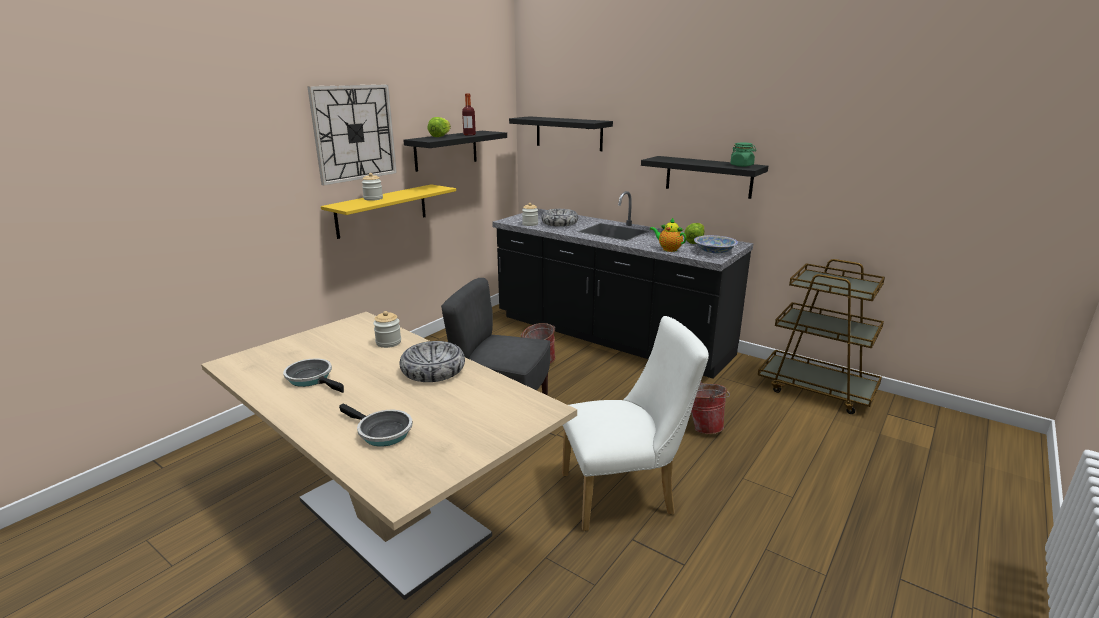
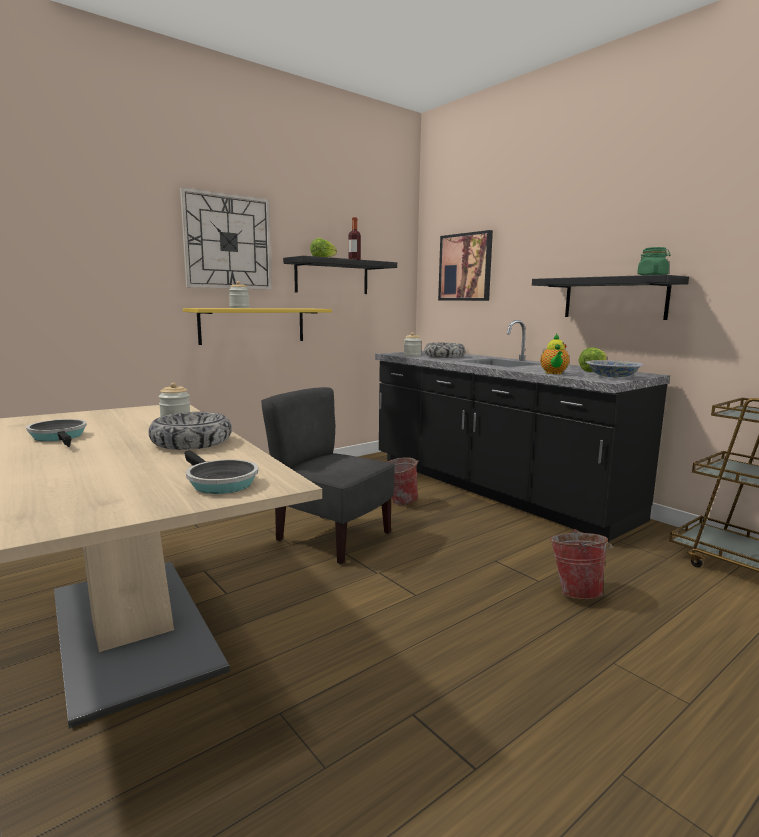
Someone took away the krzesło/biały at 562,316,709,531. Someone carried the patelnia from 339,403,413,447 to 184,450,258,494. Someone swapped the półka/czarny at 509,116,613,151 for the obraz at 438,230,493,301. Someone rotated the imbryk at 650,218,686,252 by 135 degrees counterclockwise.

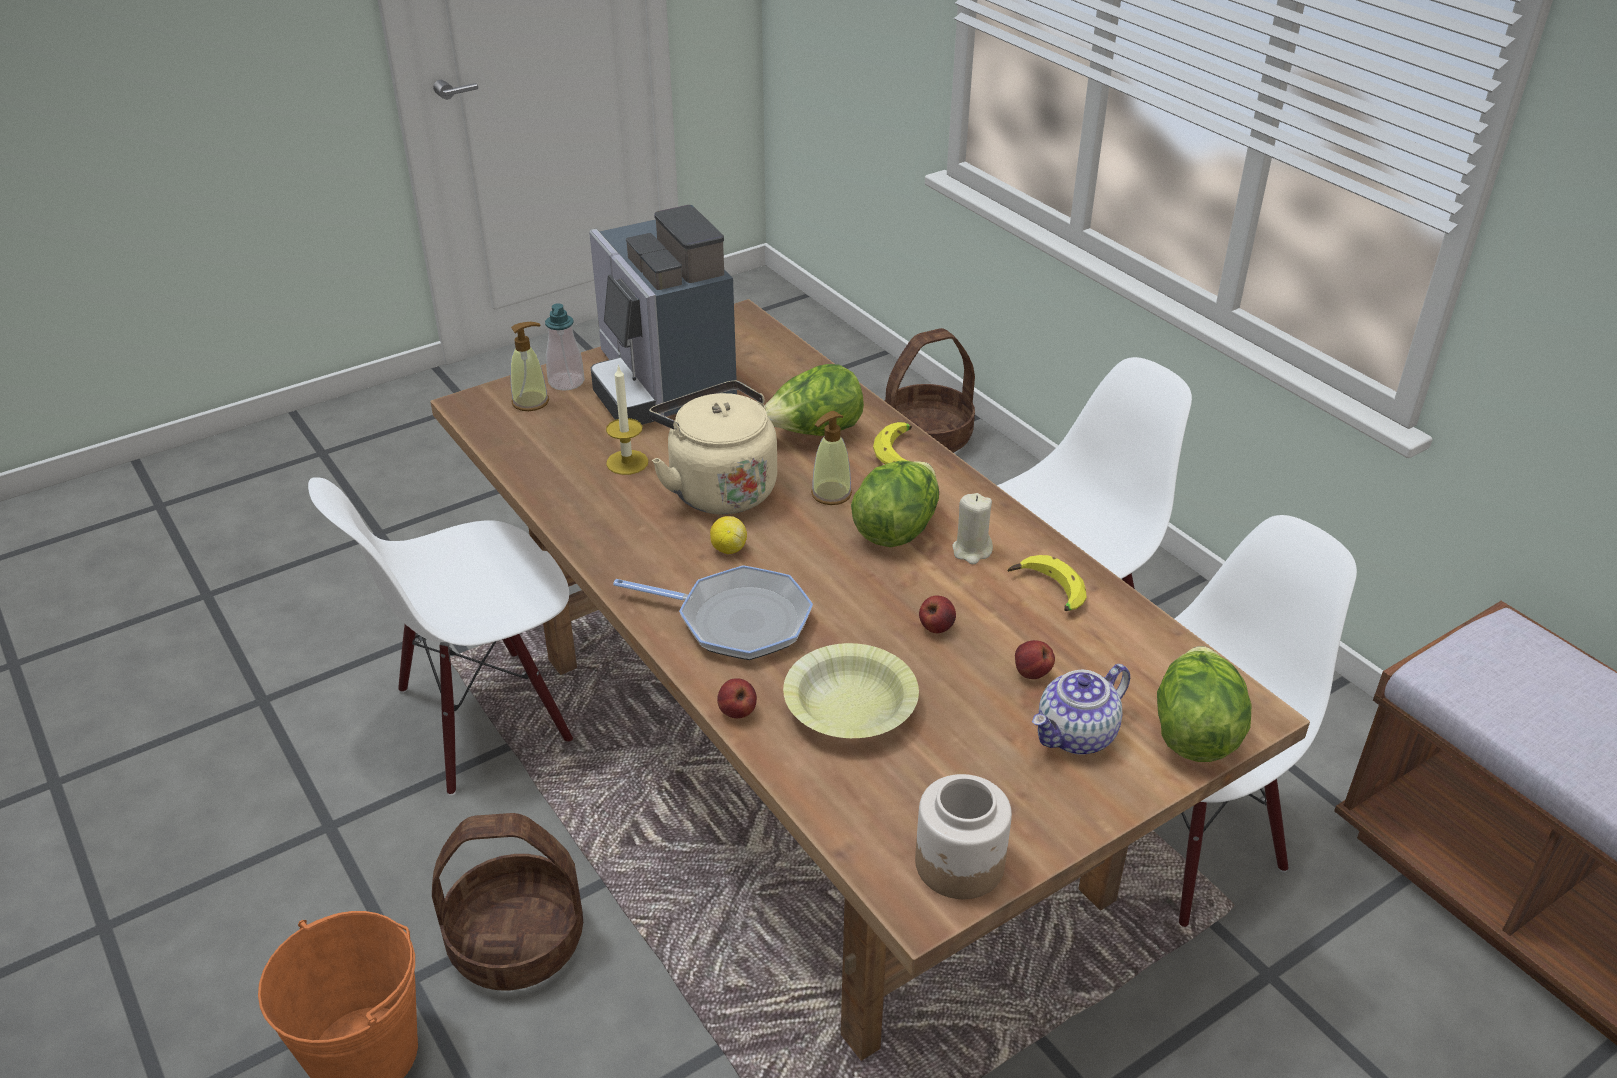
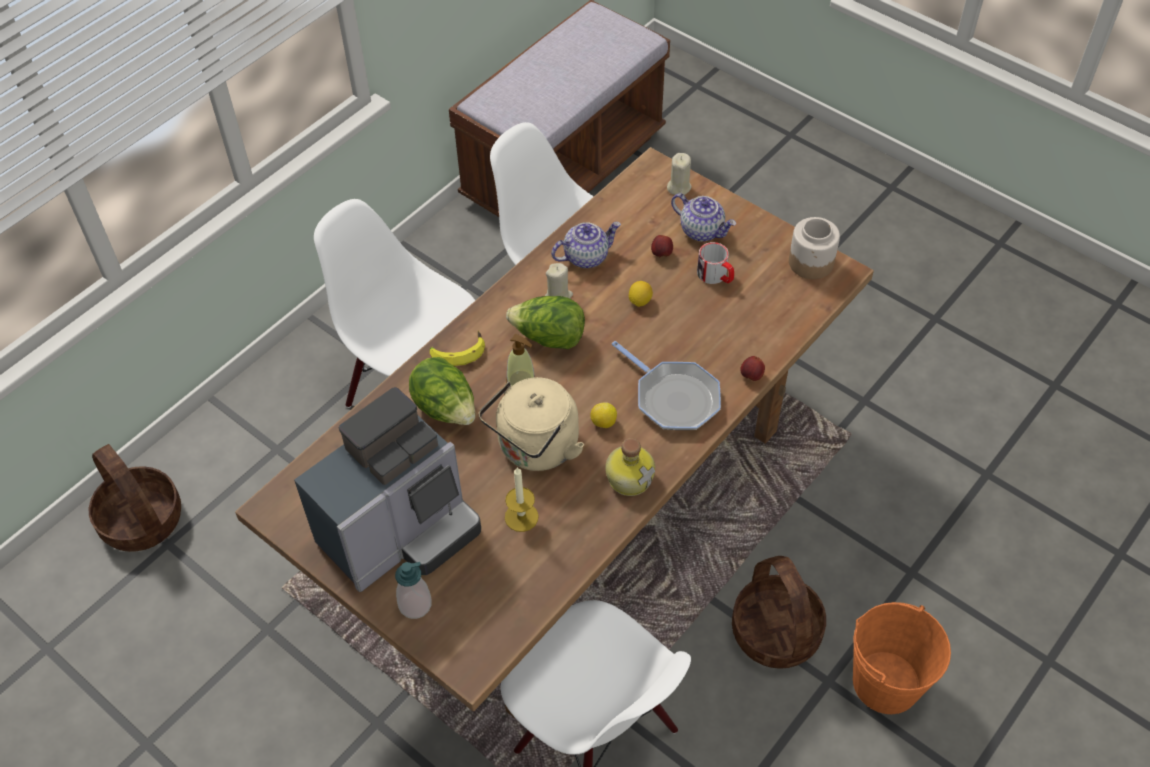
Someone took away the dozownik mydła at 510,322,549,411. Someone took away the miska/żółty at 783,643,919,738. Someone put down the butelka at 605,438,655,496. Someone put down the kubek at 697,242,734,284. Someone swapped the jabłko at 919,596,956,633 for the cytryna at 629,281,653,307. Someone swapped the banan at 1008,555,1087,611 for the imbryk at 551,222,621,268. Someone swapped the sałata at 1157,646,1251,762 for the świeca/beżowy at 667,153,692,195. Someone rotated the patelnia at 613,565,813,660 by 135 degrees clockwise.

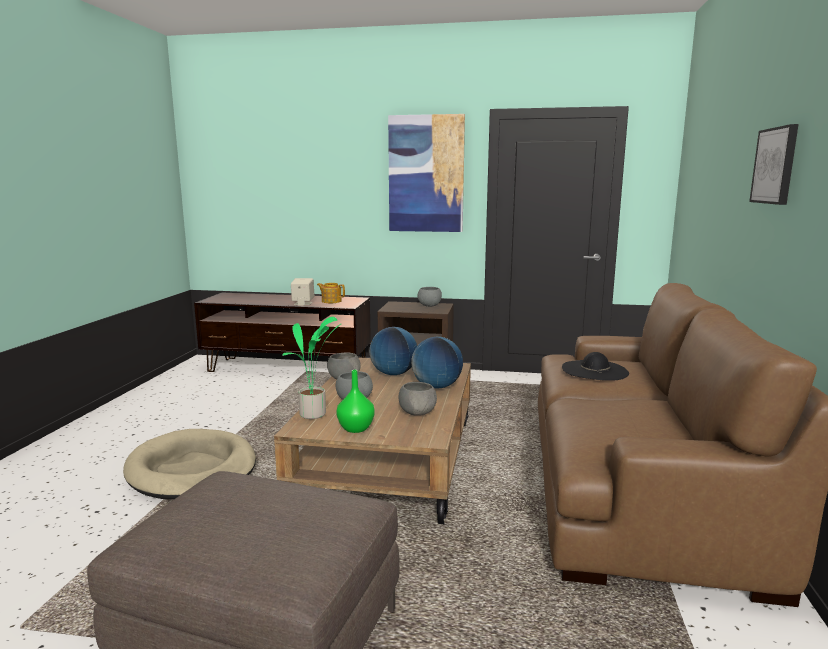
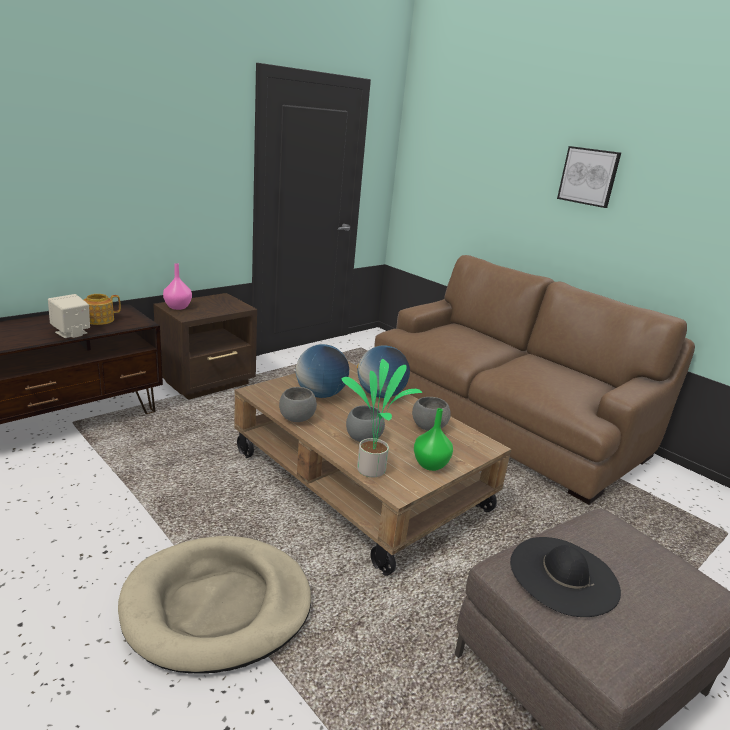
Someone took away the obraz at 388,114,465,232. Someone took away the miska/szary at 417,287,442,307. Someone put down the wazon/różowy at 163,263,192,310. Someone carried the kapelusz/czarny from 562,352,629,381 to 510,537,621,617.

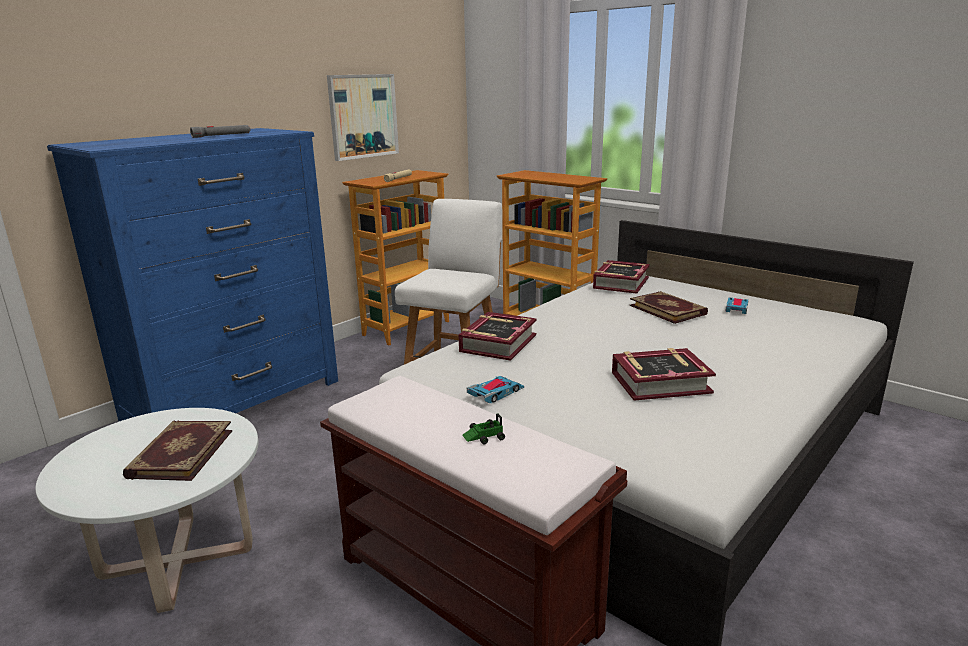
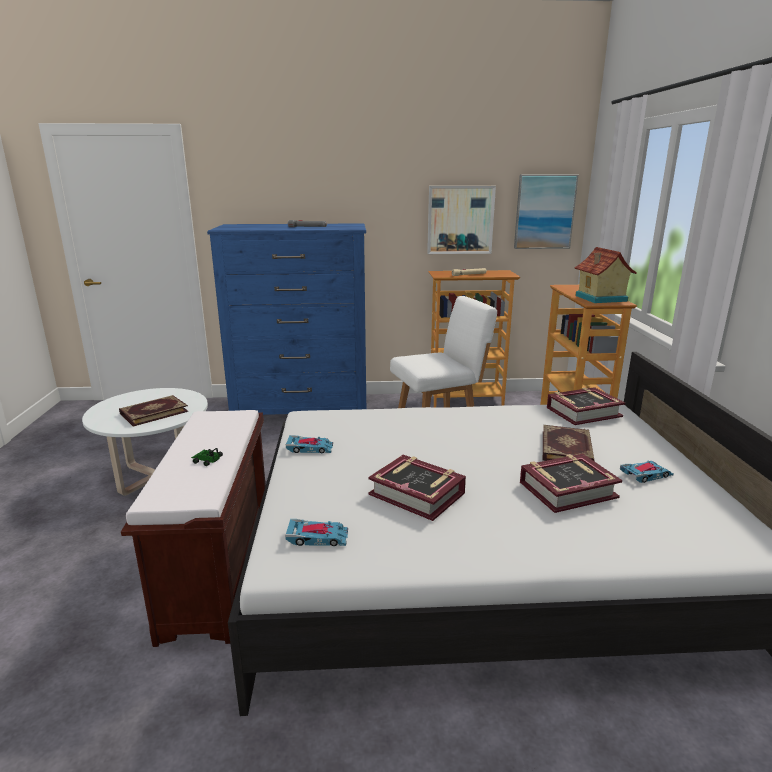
Someone put down the samochodzik at 285,519,348,546. Someone put up the obraz at 514,175,578,249. Someone put down the domek at 574,247,637,303. Someone carried the książka from 459,312,537,361 to 520,454,622,513.

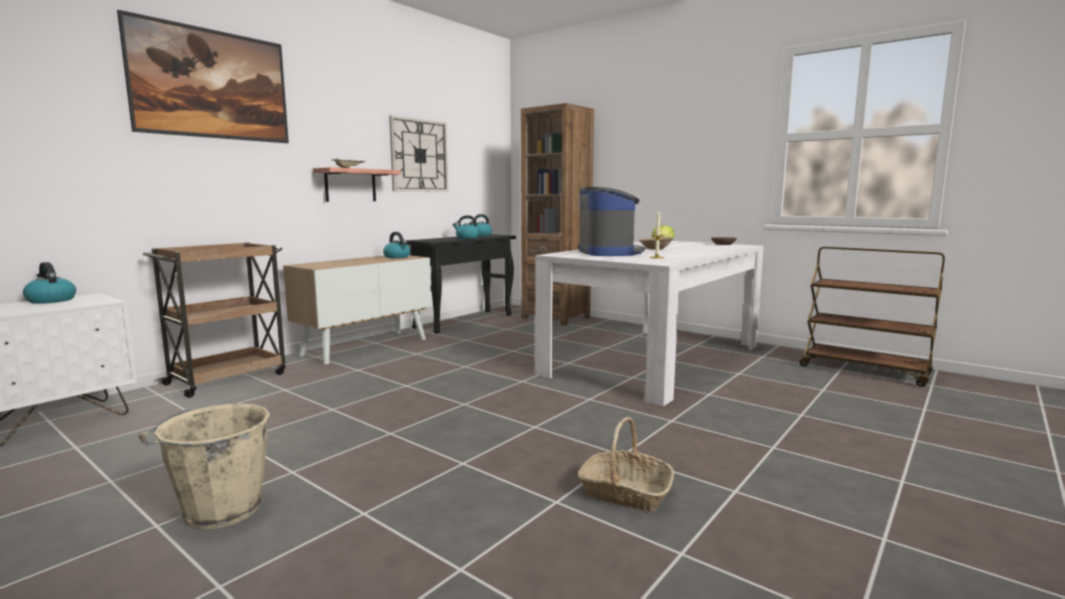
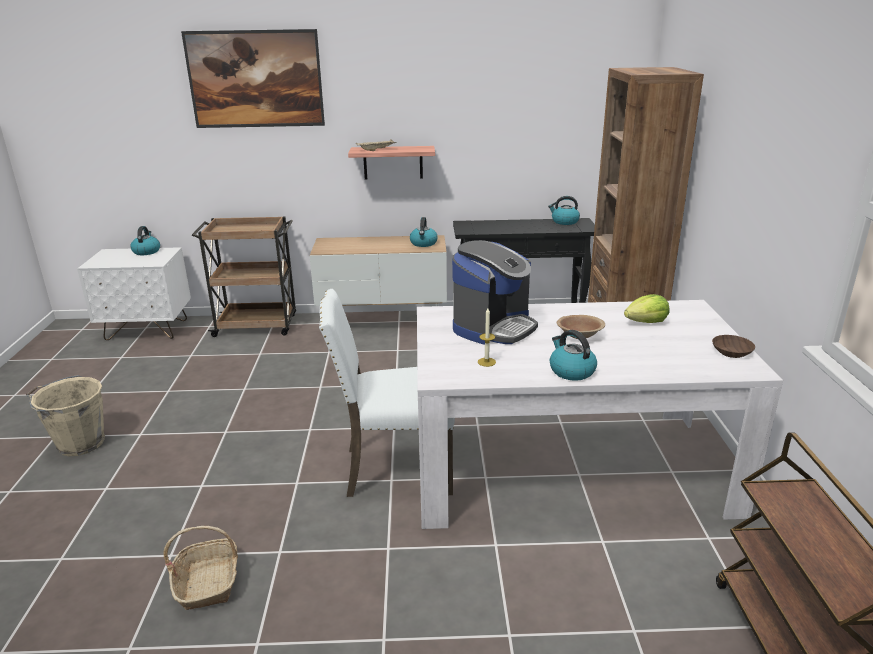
Someone took away the zegar ścienny at 389,115,448,192. Someone put down the krzesło/biały at 319,289,455,497. Someone carried the czajnik from 453,215,479,239 to 550,330,597,380.

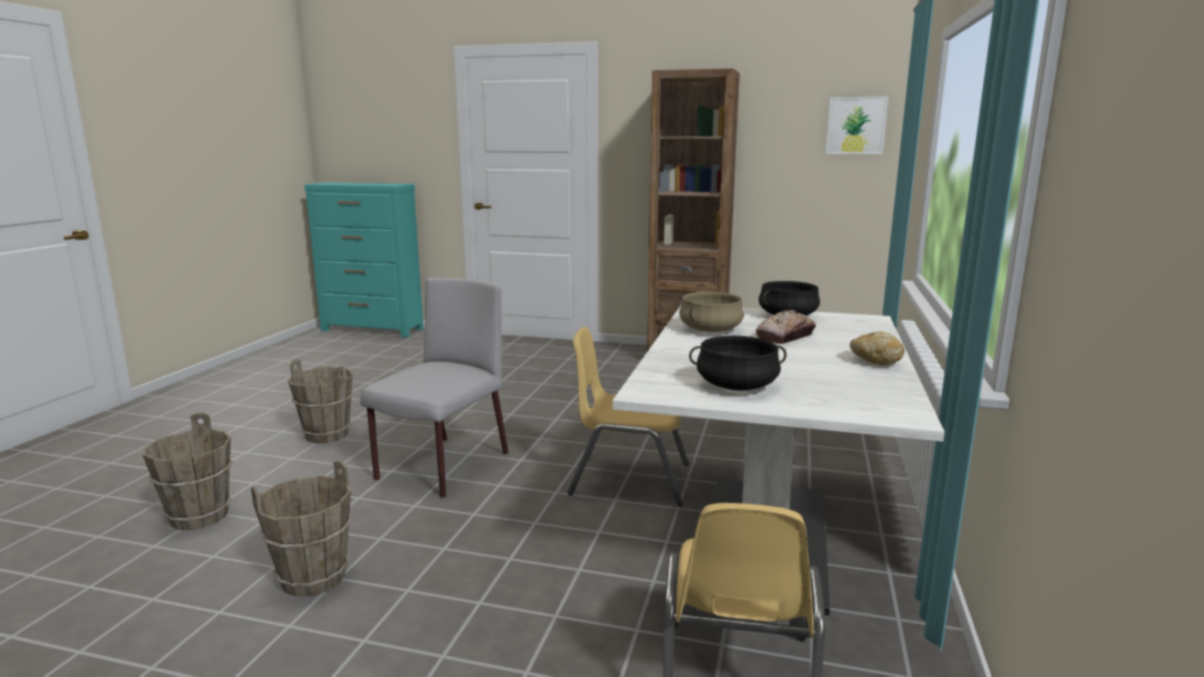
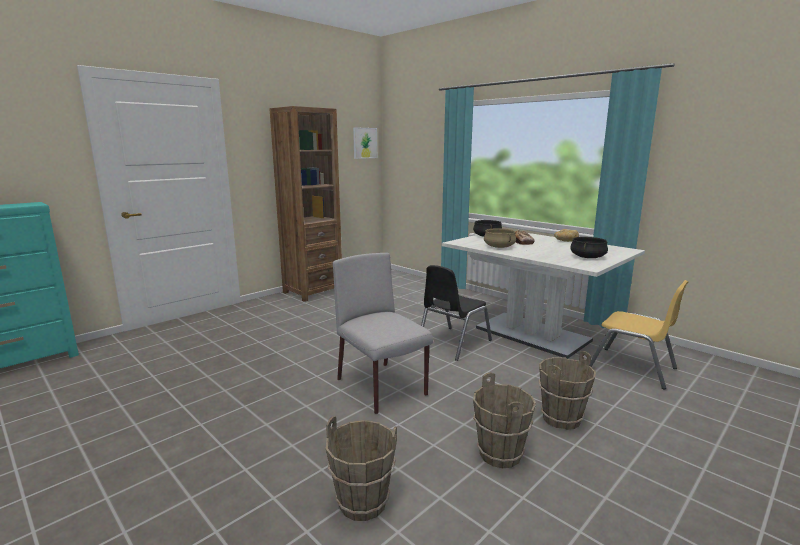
Someone carried the wiadro/brązowy from 288,359,353,443 to 538,351,596,430. Someone repainted the krzesło/żółty at 567,327,689,506, which became the krzesło/czarny at 421,265,492,361.

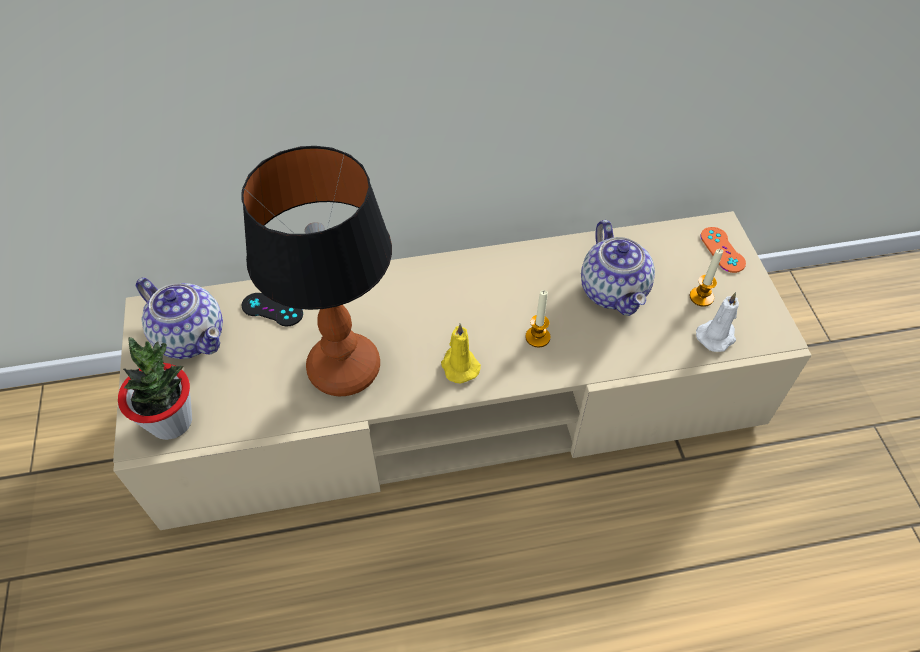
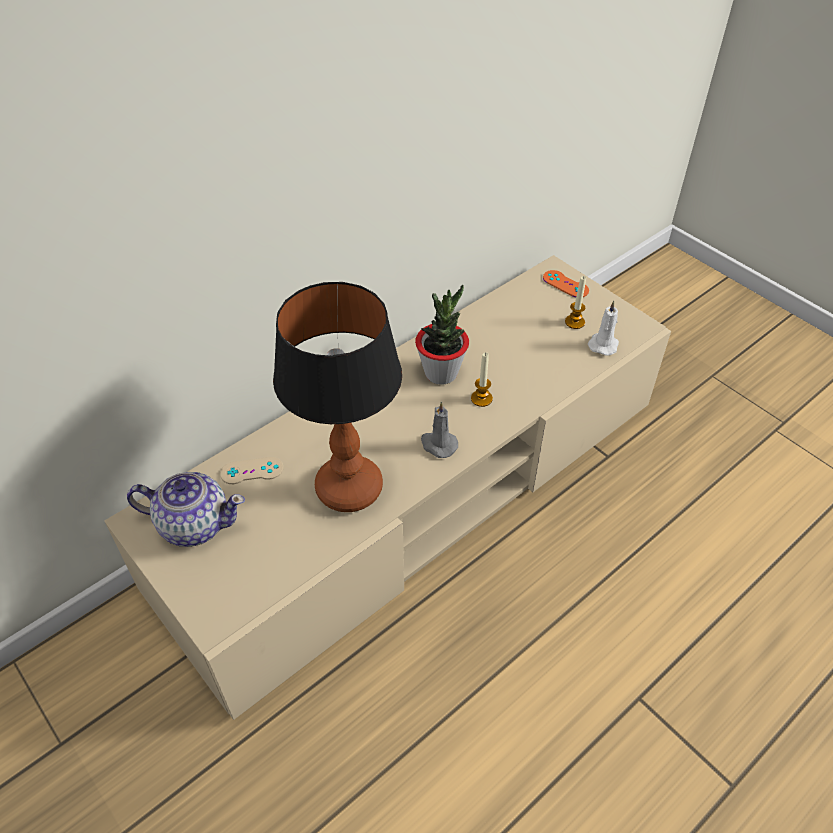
Someone took away the imbryk at 581,220,655,316. Someone carried the roślina doniczkowa from 118,337,192,440 to 415,285,469,385. Someone repainted the pad do gier/czarny at 241,293,303,327, which became the pad do gier/beżowy at 220,457,283,484. Someone repainted the świeca/żółty at 441,323,481,384, which became the świeca/szary at 421,402,458,458.

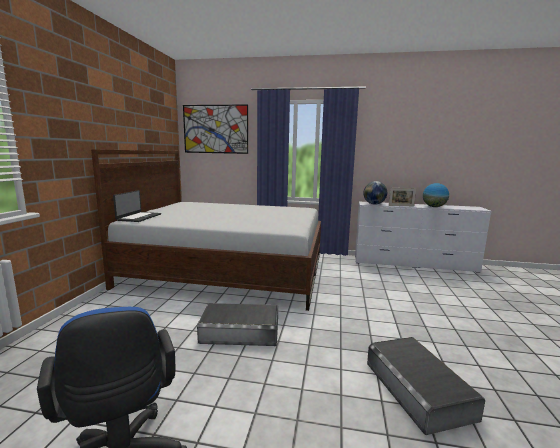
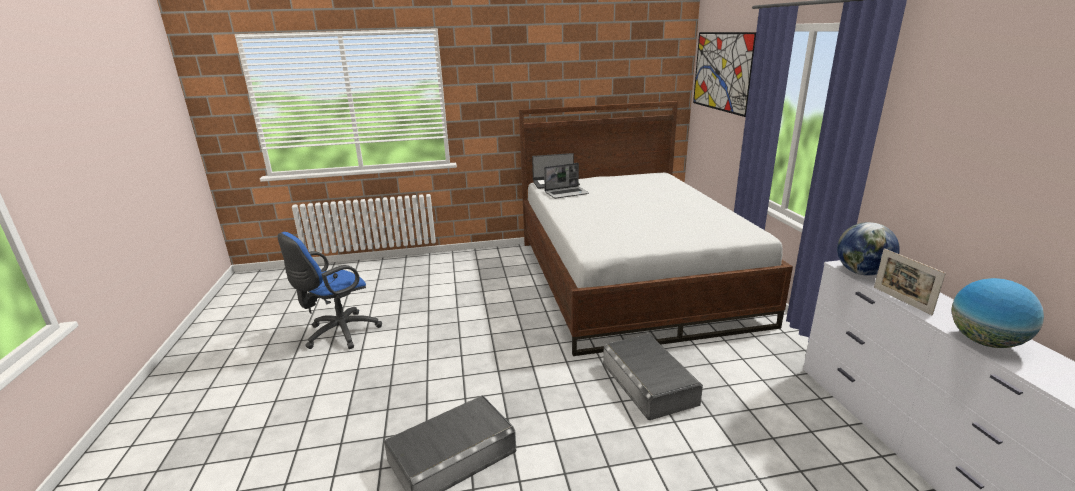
Someone put down the laptop at 544,163,589,199. Someone carried the pojemnik do przechowywania/szary from 197,303,278,346 to 603,334,703,420.

